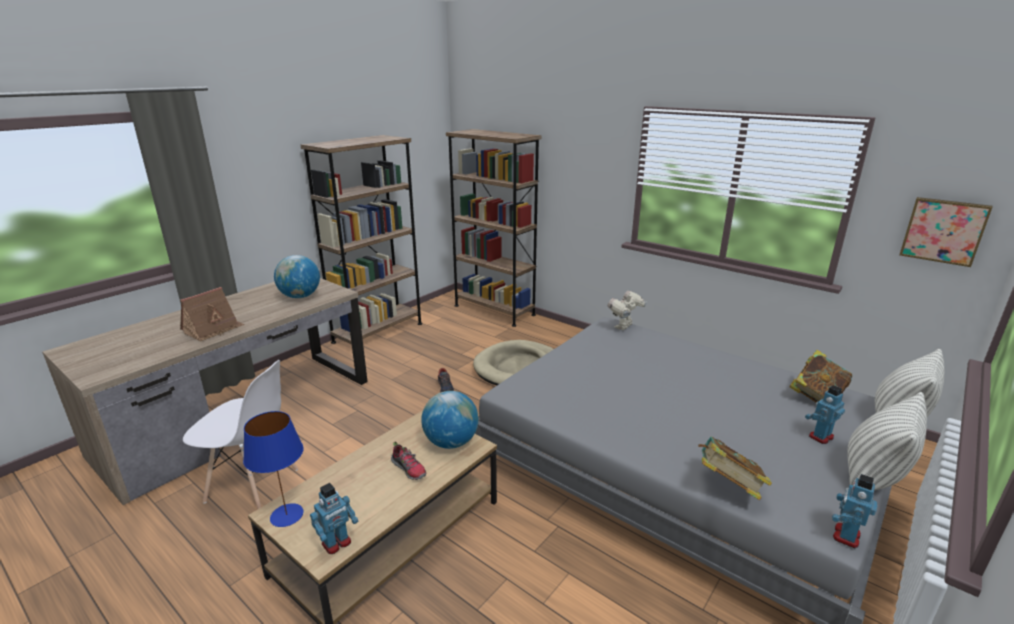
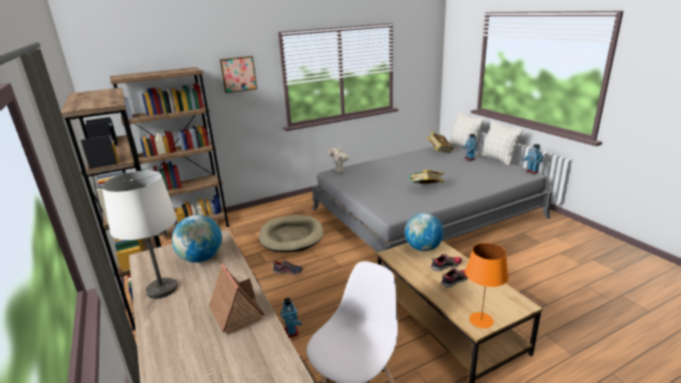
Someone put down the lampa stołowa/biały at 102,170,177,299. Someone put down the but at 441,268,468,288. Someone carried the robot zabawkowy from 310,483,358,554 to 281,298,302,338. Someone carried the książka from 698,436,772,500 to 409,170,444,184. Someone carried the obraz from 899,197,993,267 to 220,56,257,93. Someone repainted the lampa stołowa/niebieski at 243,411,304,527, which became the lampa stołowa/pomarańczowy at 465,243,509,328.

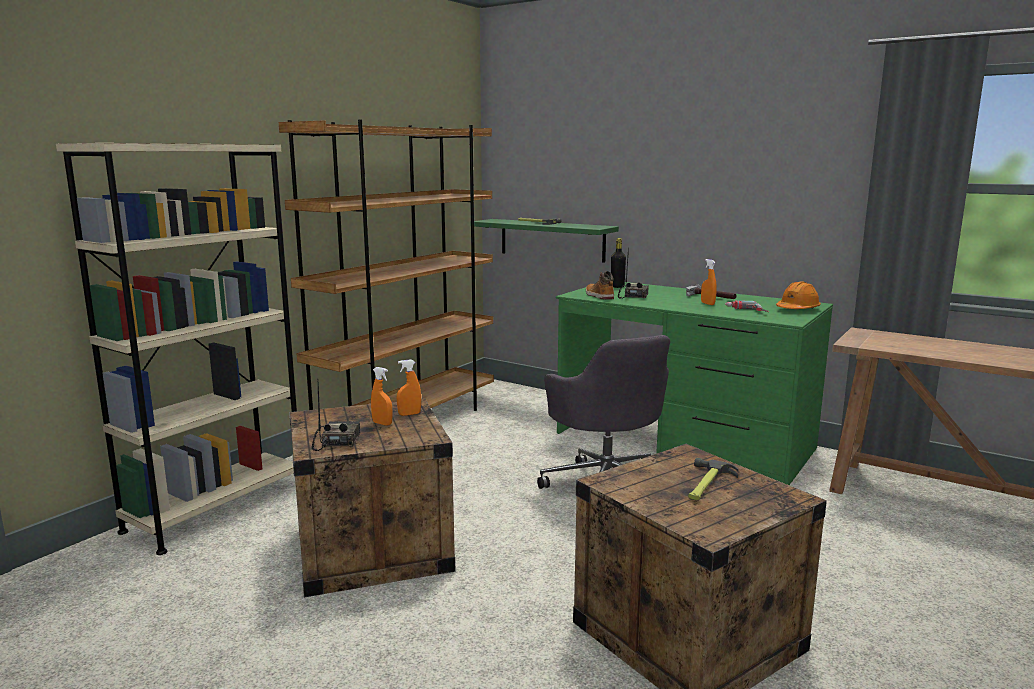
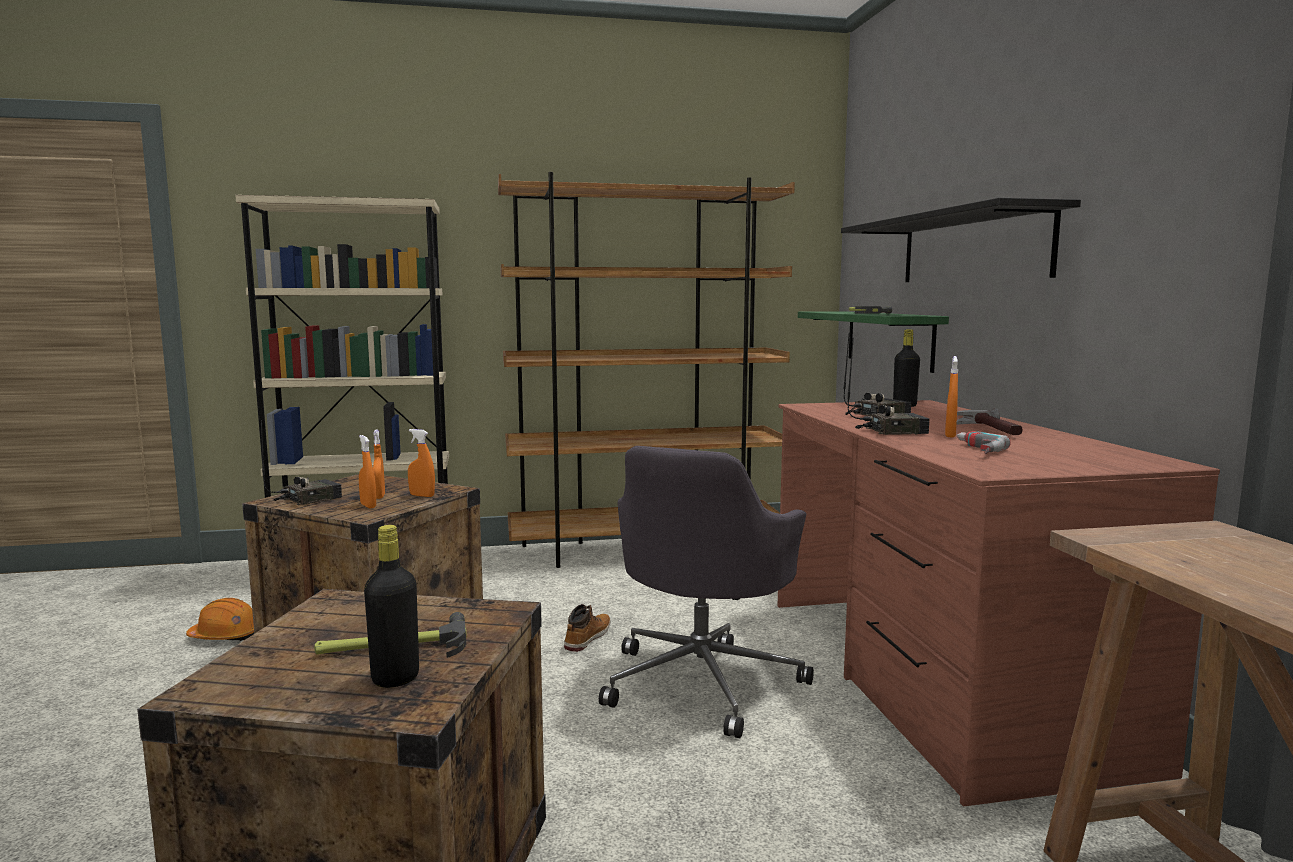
Someone put down the spryskiwacz/pomarańczowy at 359,435,376,508. Someone put down the butelka/czarny at 364,525,419,688. Someone put up the półka/czarny at 841,198,1081,282. Someone put down the radio at 847,338,930,435. Someone carried the but z cholewką from 586,271,614,300 to 564,604,611,652. Someone carried the kask/pomarańczowy from 776,281,821,309 to 186,598,254,641. Someone repainted the biurko/zielony at 556,282,833,485, which became the biurko/brązowy at 778,400,1220,807.

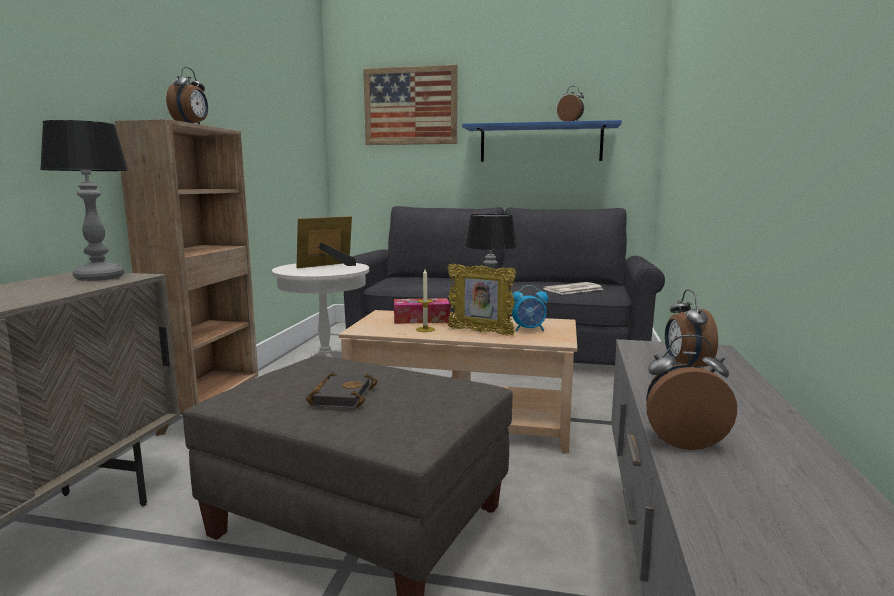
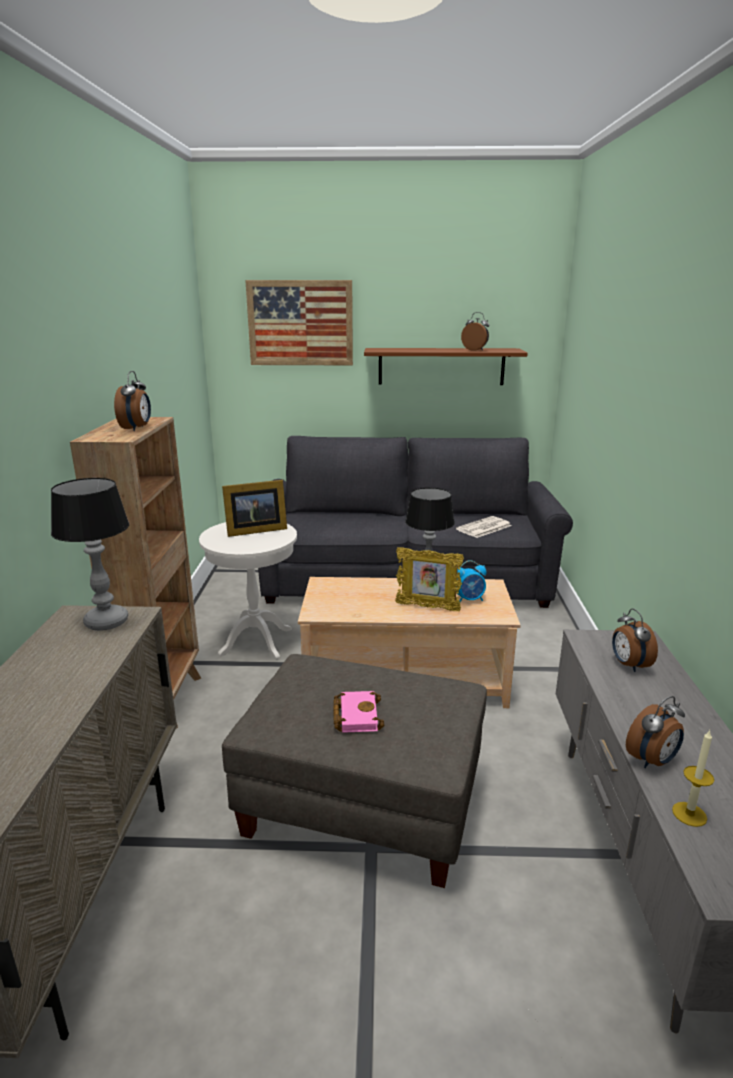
Someone took away the pudełko chusteczek at 394,298,450,324. Someone carried the świeca from 416,269,435,332 to 672,730,714,827. Someone repainted the książka/czarny at 306,373,378,408, which became the książka/różowy at 333,691,384,733. Someone repainted the półka/niebieski at 462,120,622,162, which became the półka/brązowy at 364,348,528,385. Someone rotated the ramka na zdjęcie at 297,216,356,268 by 150 degrees counterclockwise. Someone rotated the budzik at 646,335,737,450 by 150 degrees clockwise.

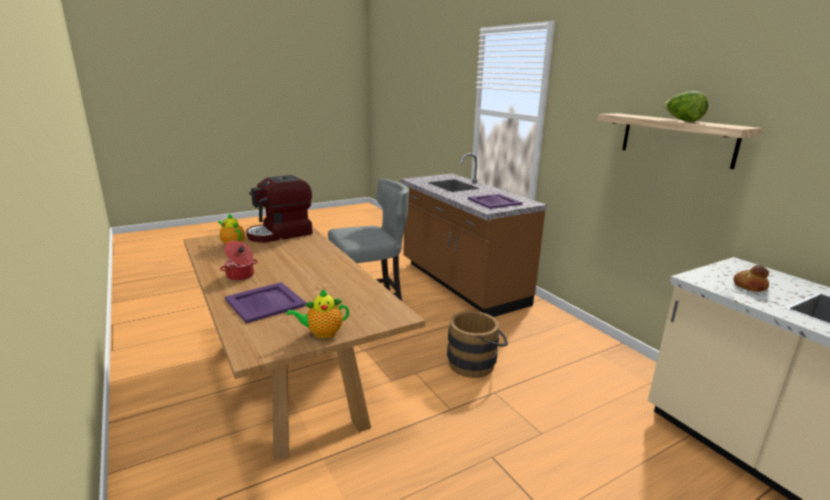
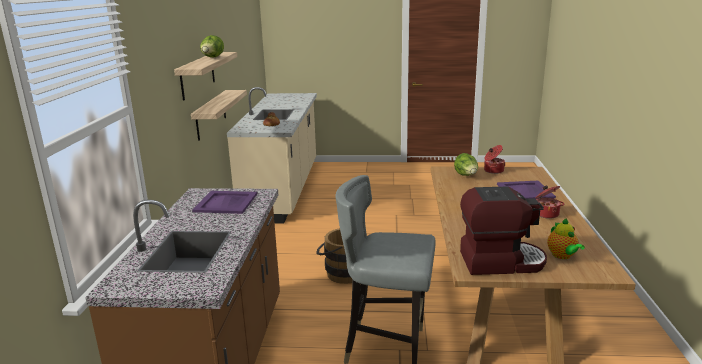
Someone put up the półka at 191,90,247,141. Someone put down the sałata at 454,153,478,176. Someone swapped the imbryk at 286,289,349,339 for the garnek at 484,145,506,174.

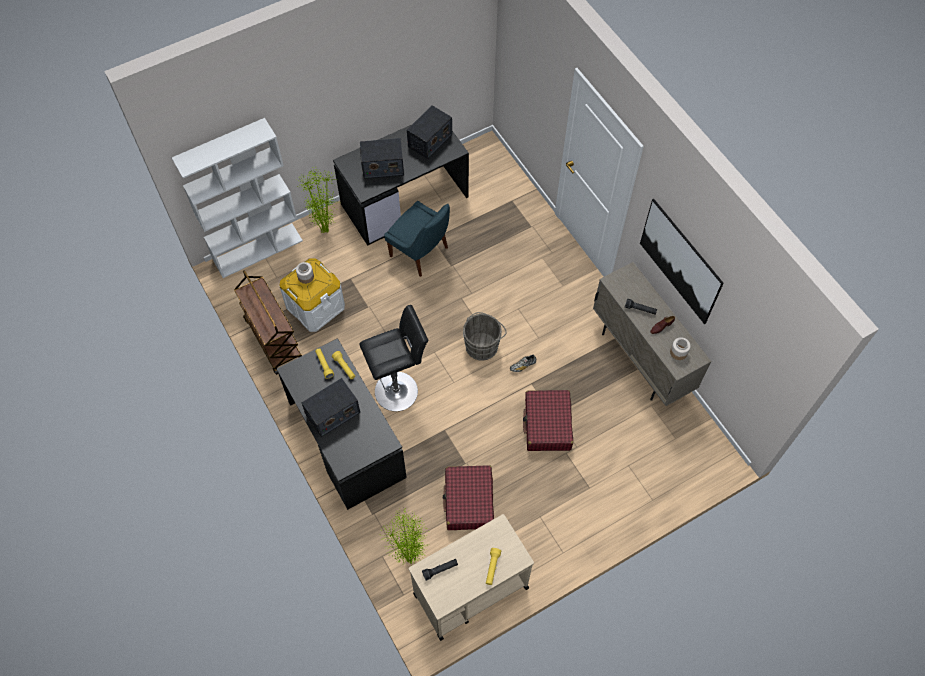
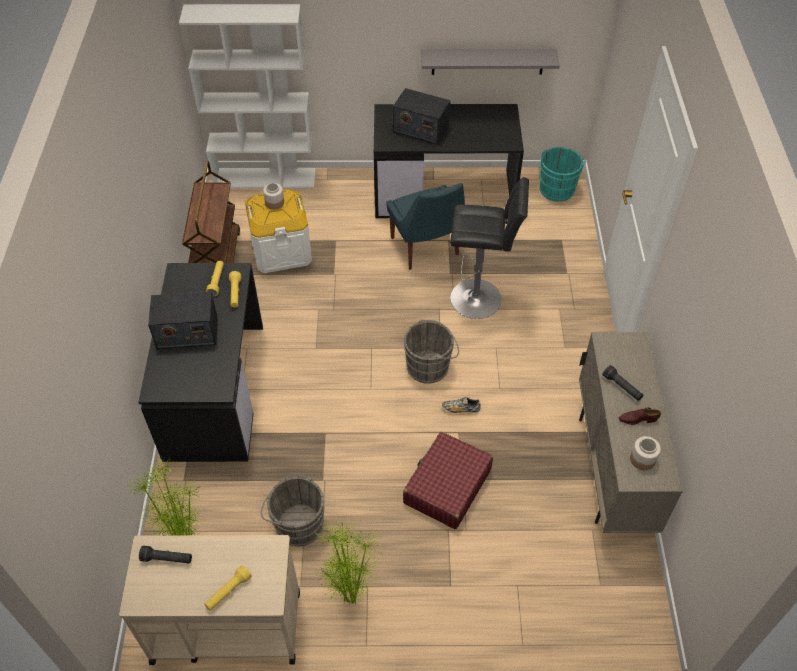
Someone took away the radio at 407,105,452,159. Someone took away the obraz at 640,199,724,324. Someone put up the półka/szary at 421,49,560,75. Someone put down the wiadro/turkusowy at 539,147,586,202. Someone carried the roślina doniczkowa from 297,167,336,233 to 315,520,383,604. Someone carried the stołek/czarny from 359,305,429,411 to 450,177,529,319. Someone swapped the walizka/czerwony at 443,465,494,530 for the wiadro/szary at 261,474,325,547.

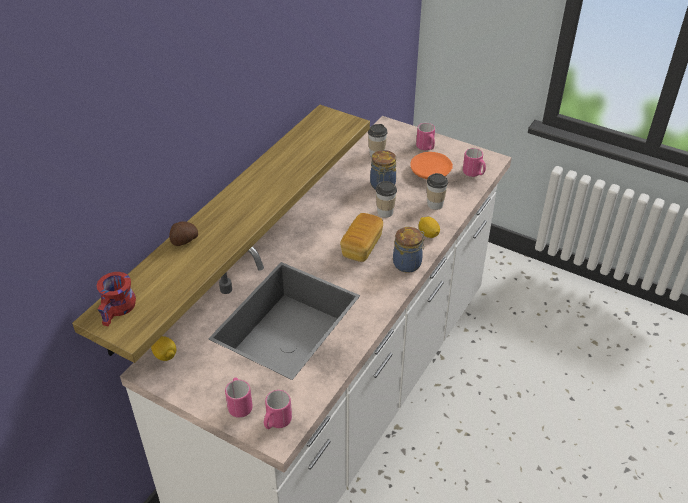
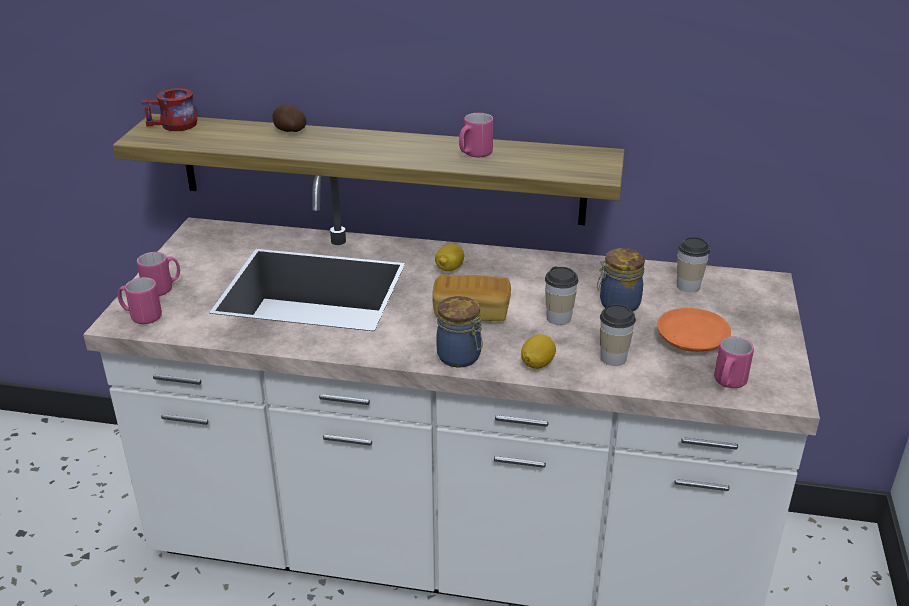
Someone carried the cytryna from 151,336,176,361 to 435,244,464,272. Someone carried the kubek/różowy from 416,123,435,150 to 459,113,494,157.

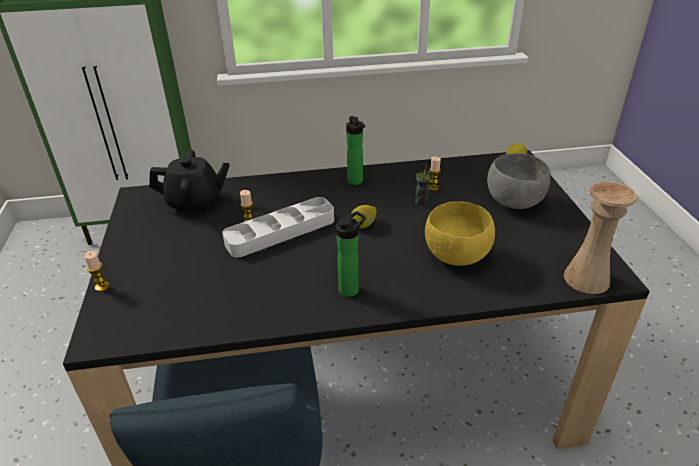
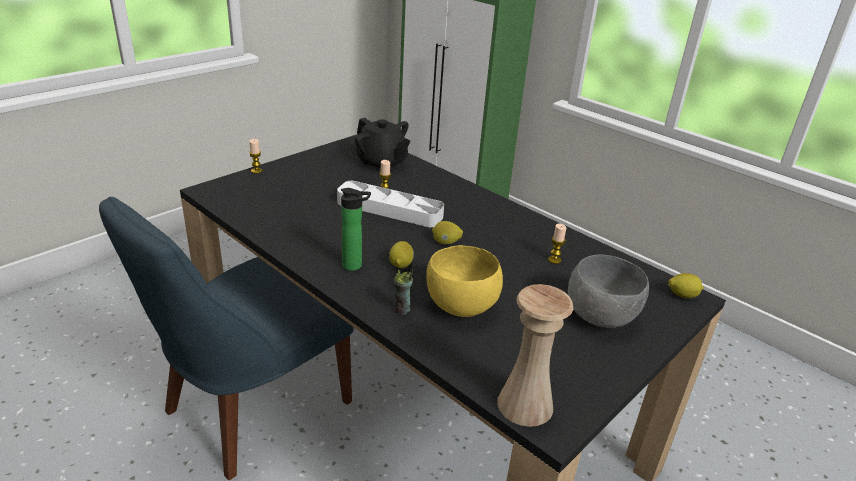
Someone took away the butelka at 346,116,365,185. Someone put down the cytryna at 389,241,414,268. Someone carried the filiżanka from 415,164,431,205 to 393,266,414,315.

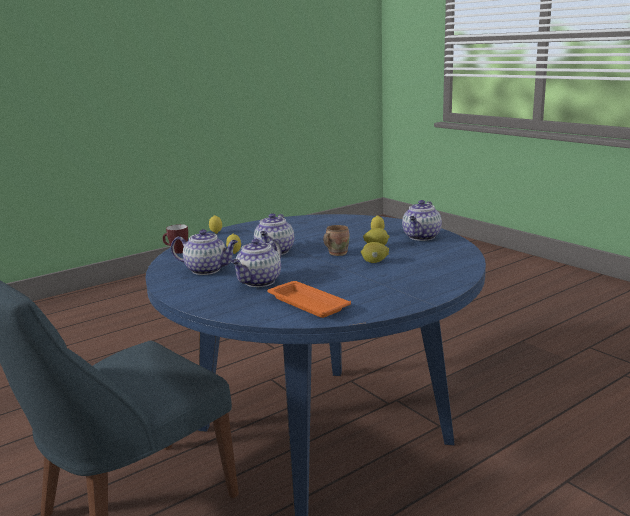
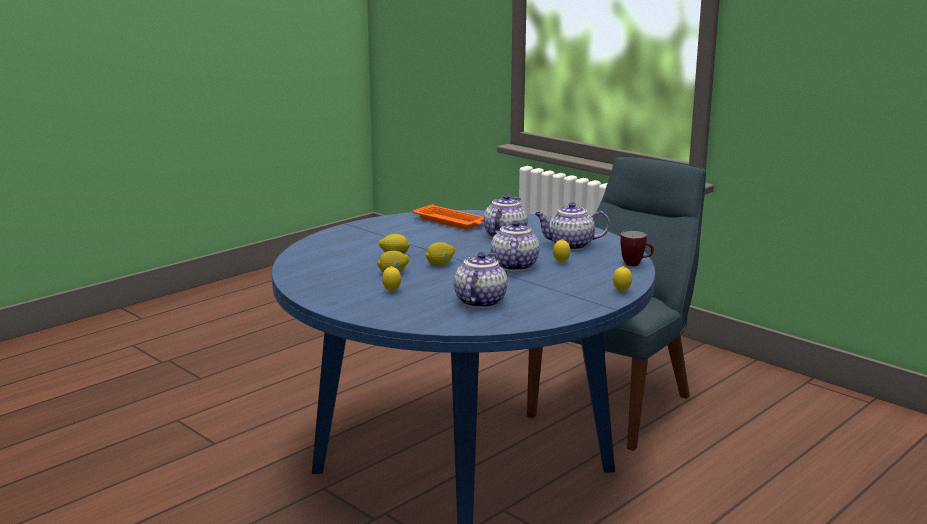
Someone carried the imbryk from 402,200,442,241 to 454,252,507,308. Someone swapped the kubek/brązowy at 323,225,350,256 for the cytryna at 425,242,455,266.

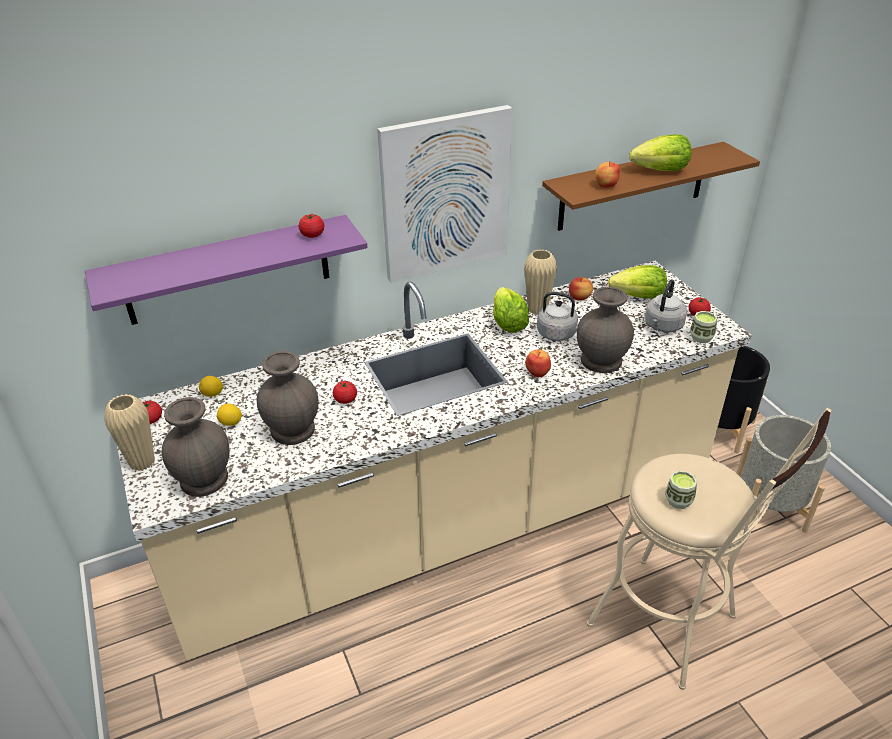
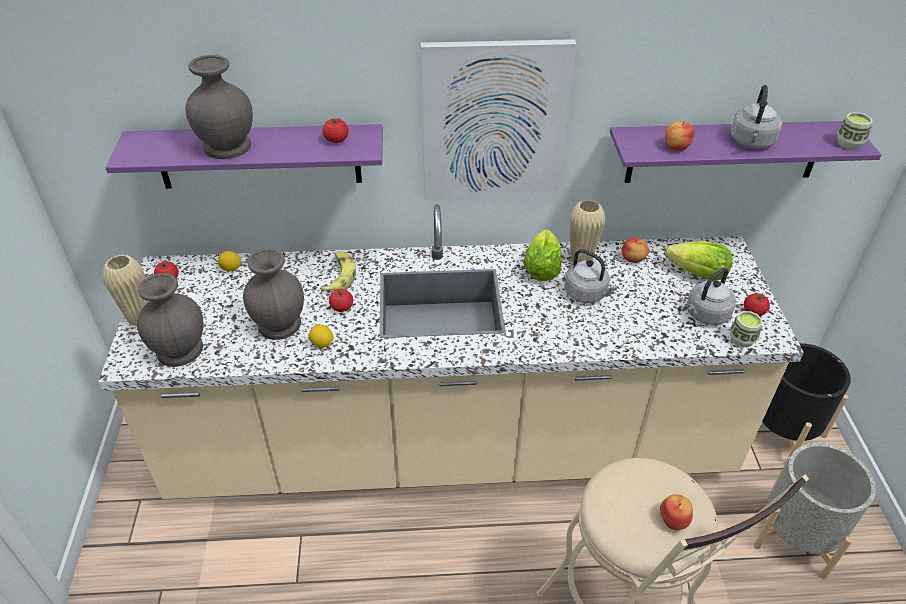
Someone put down the banan at 320,251,356,292. Someone carried the cytryna from 217,404,242,426 to 309,324,334,348. Someone carried the jabłko from 525,350,551,377 to 660,494,693,530. Someone carried the wazon/szary from 577,287,634,373 to 186,55,253,159. Someone carried the filiżanka from 665,470,697,509 to 837,112,873,150. Someone swapped the sałata at 629,134,692,171 for the czajnik/szary at 730,85,782,149. Someone repainted the półka/brązowy at 542,142,760,231, which became the półka/fioletowy at 610,121,881,183.

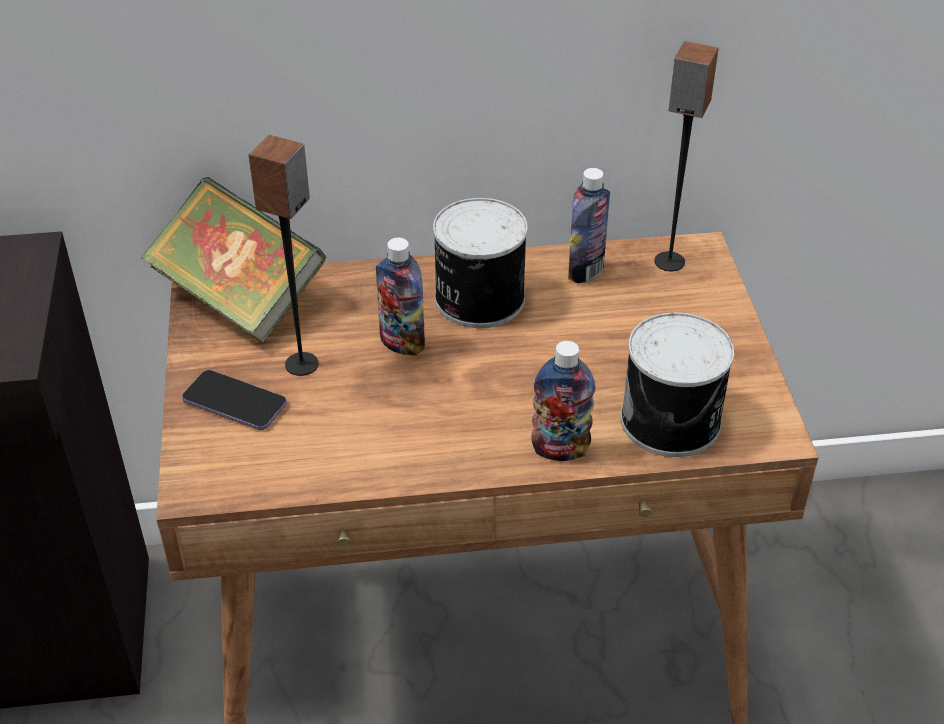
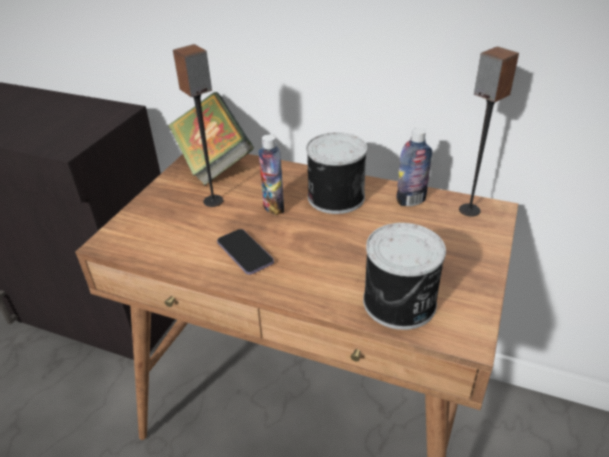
Someone took away the butelka at 531,341,596,461. Someone carried the telefon from 182,370,287,430 to 217,229,274,275.

